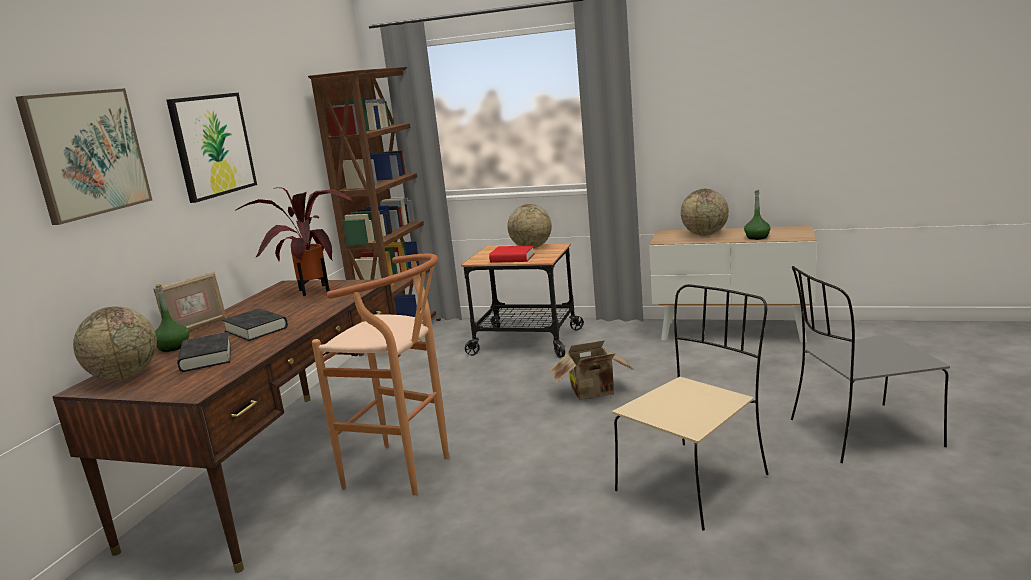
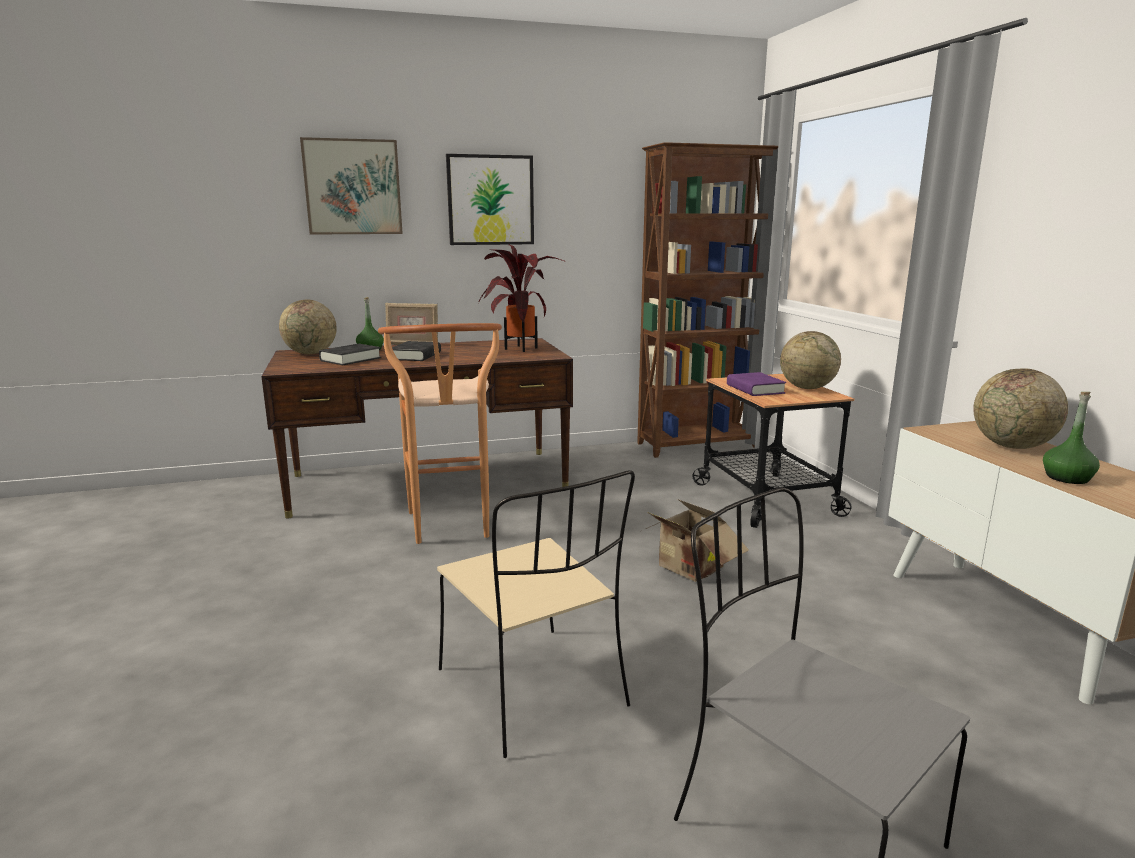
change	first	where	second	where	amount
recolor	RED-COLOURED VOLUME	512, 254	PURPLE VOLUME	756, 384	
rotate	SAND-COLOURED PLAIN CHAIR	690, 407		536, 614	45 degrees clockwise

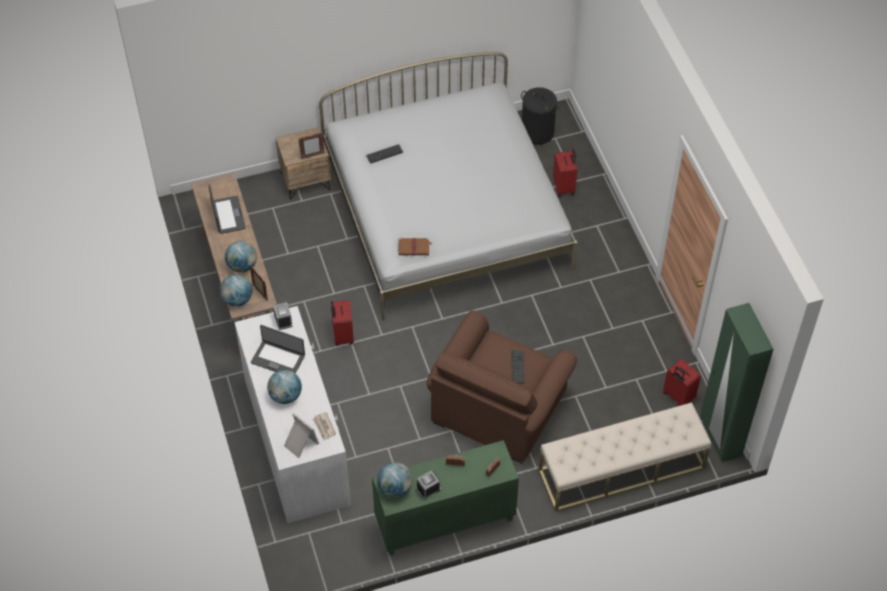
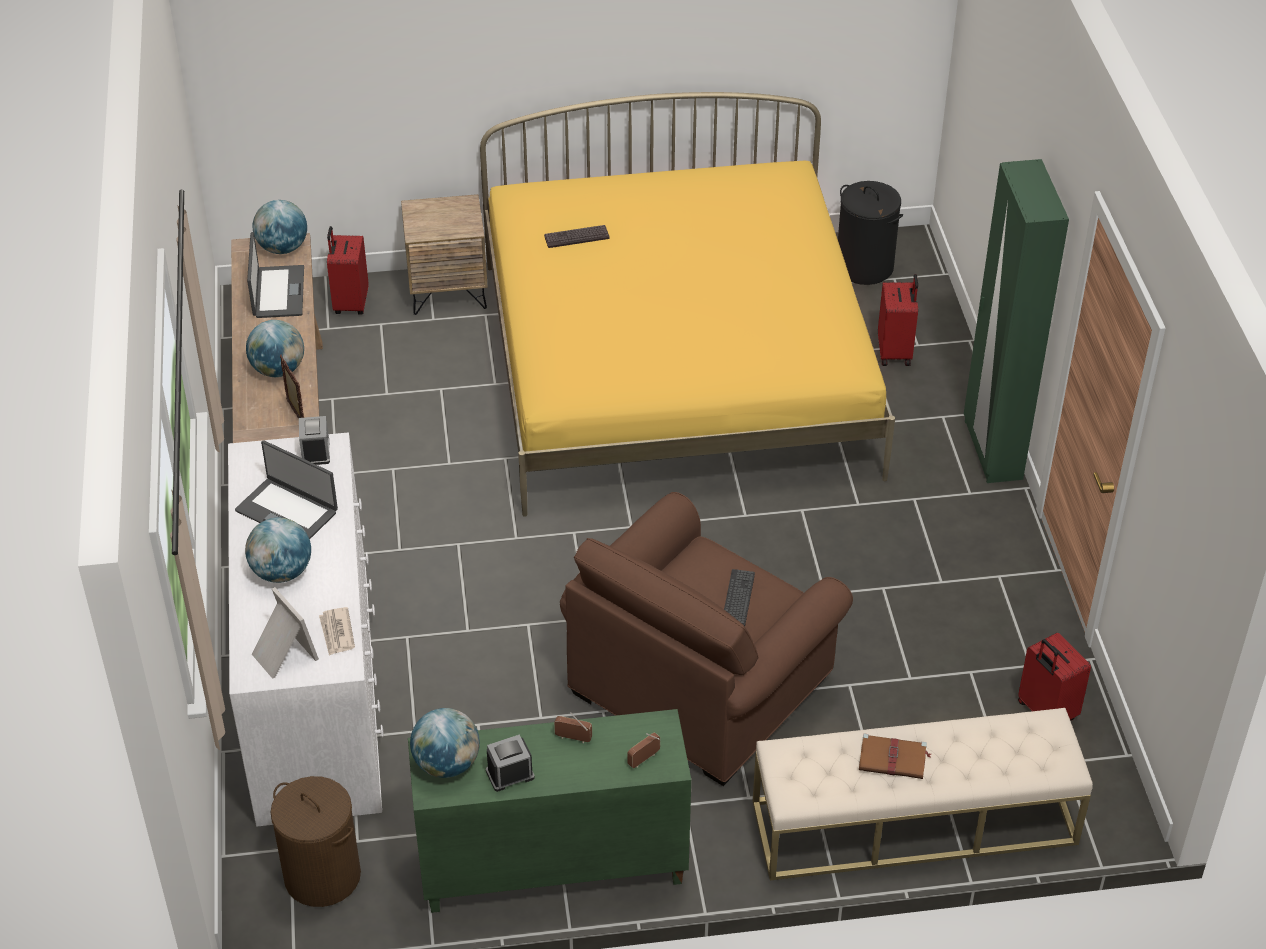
change	first	where	second	where	amount
move	DESK GLOBE	236, 290		280, 227	
delete	STANDING FRAME	311, 145			
recolor	WHITE-COLOURED BED	448, 186	YELLOW-COLOURED BED	687, 304	
move	RED-COLOURED PIECE OF LUGGAGE	342, 323		348, 270	
move	BROWN-COLOURED VOLUME	415, 247		895, 756	
move	GREENISH CLOTHES CUPBOARD	737, 382		1016, 321	
insert			BROWN-COLOURED LAUNDRY BASKET	315, 841	

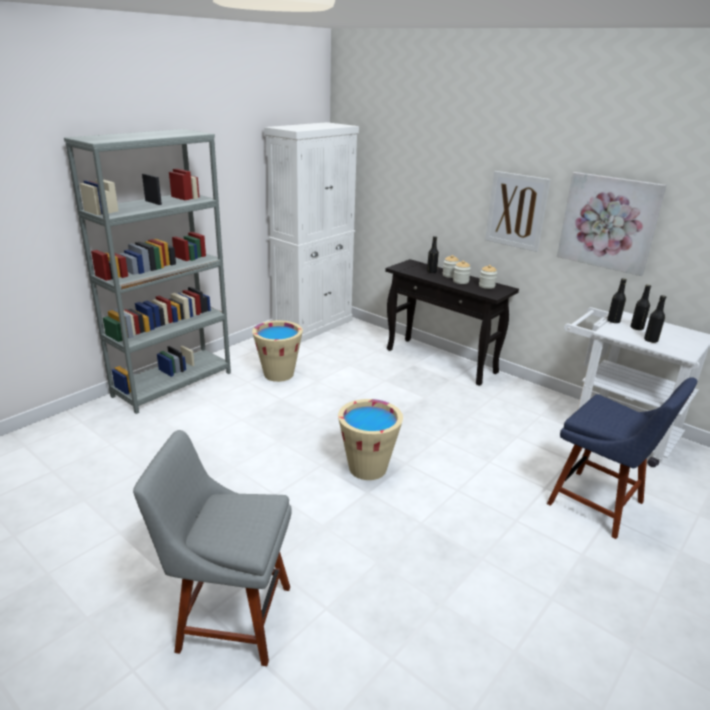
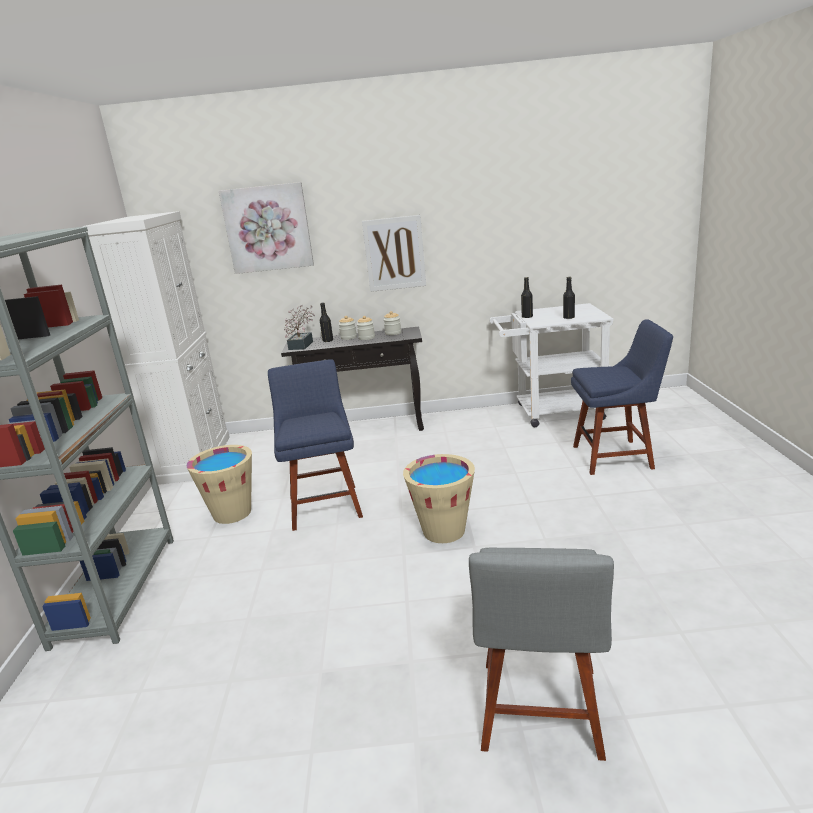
change	first	where	second	where	amount
rotate	GREYISH PLAIN CHAIR	212, 548		541, 654	45 degrees counterclockwise
move	WALL PICTURE	611, 224		266, 228	
delete	BLACKISH BOTTLE	640, 307			
insert			BLUE-COLOURED PLAIN CHAIR	315, 445	
insert			PLANT IN A POT	299, 327	

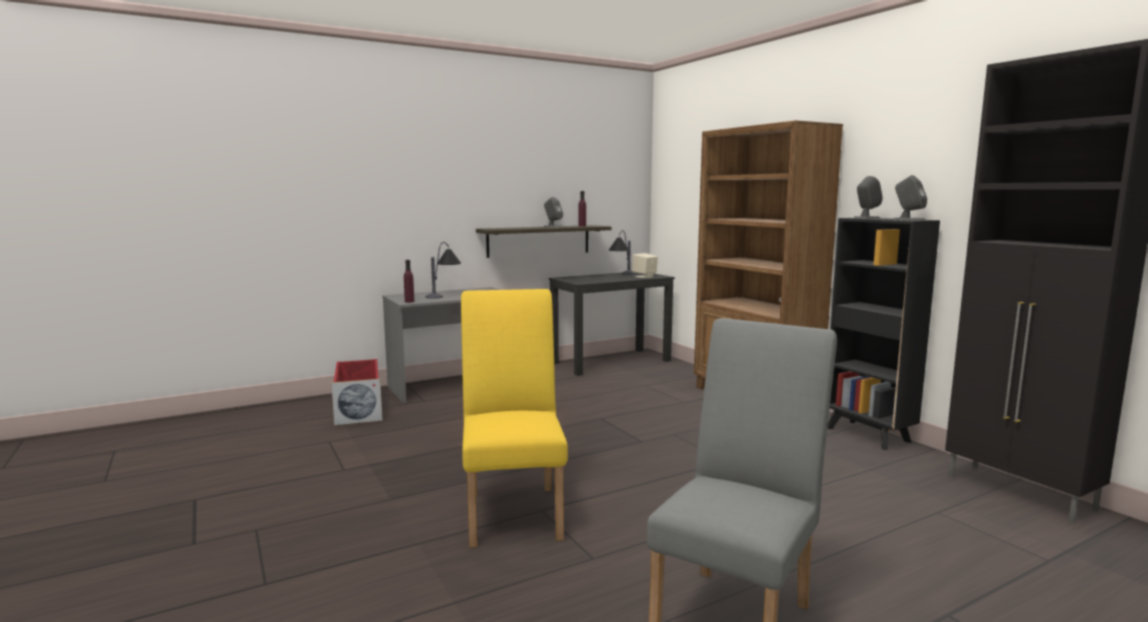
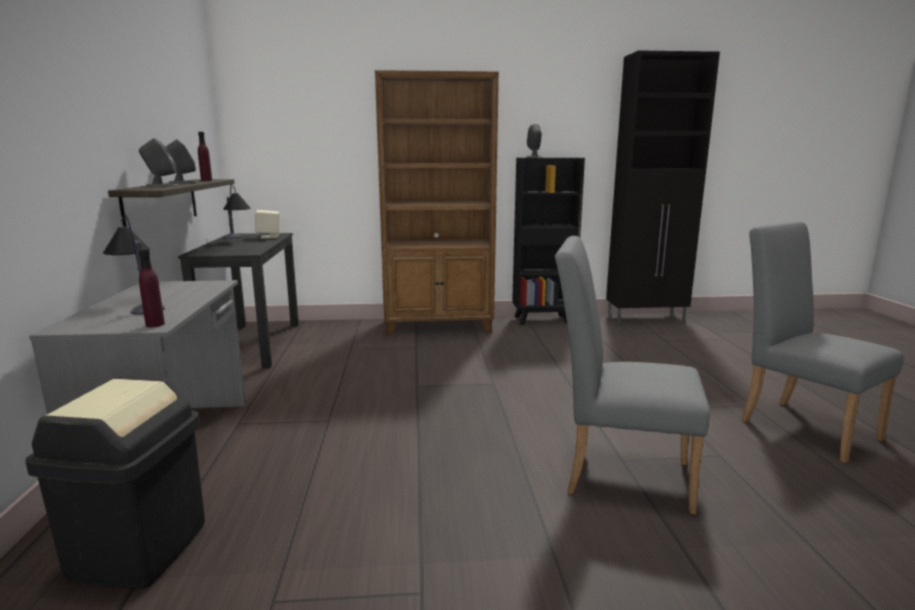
change	first	where	second	where	amount
replace	RED-COLOURED STORAGE CONTAINER	357, 392	BLACKISH WASTE BIN	115, 482	
recolor	YELLOW-COLOURED PLAIN CHAIR	514, 418	GREYISH PLAIN CHAIR	632, 375	
move	GREYISH LOUDSPEAKER	910, 197		159, 162	

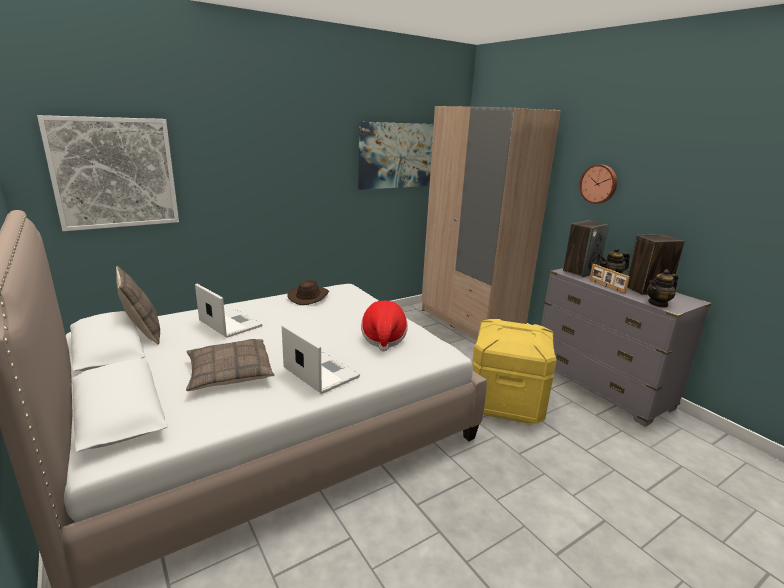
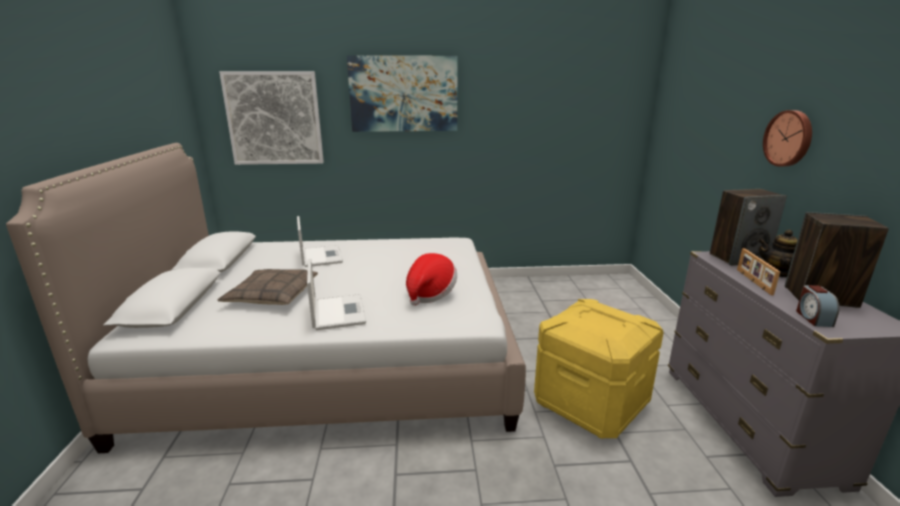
change	first	where	second	where	amount
delete	CUSHION	138, 305			
delete	BROWN-COLOURED HAT	308, 292			
move	WALL PICTURE	396, 156		402, 93	
delete	SAND-COLOURED CLOTHES CUPBOARD	491, 223			
replace	TEA POT	662, 288	TABLE CLOCK	818, 306	

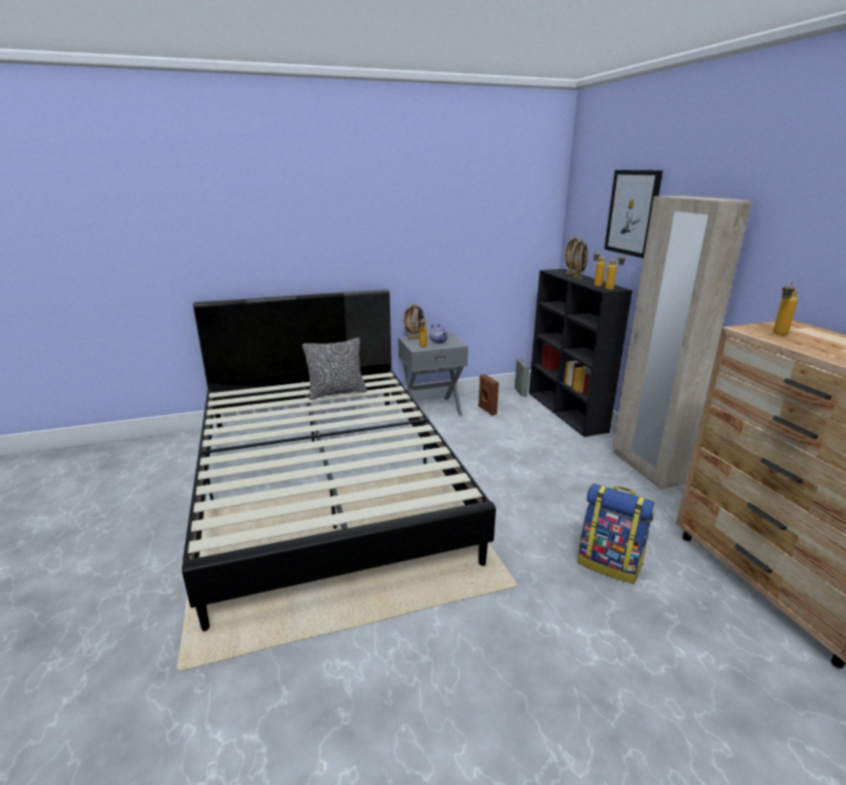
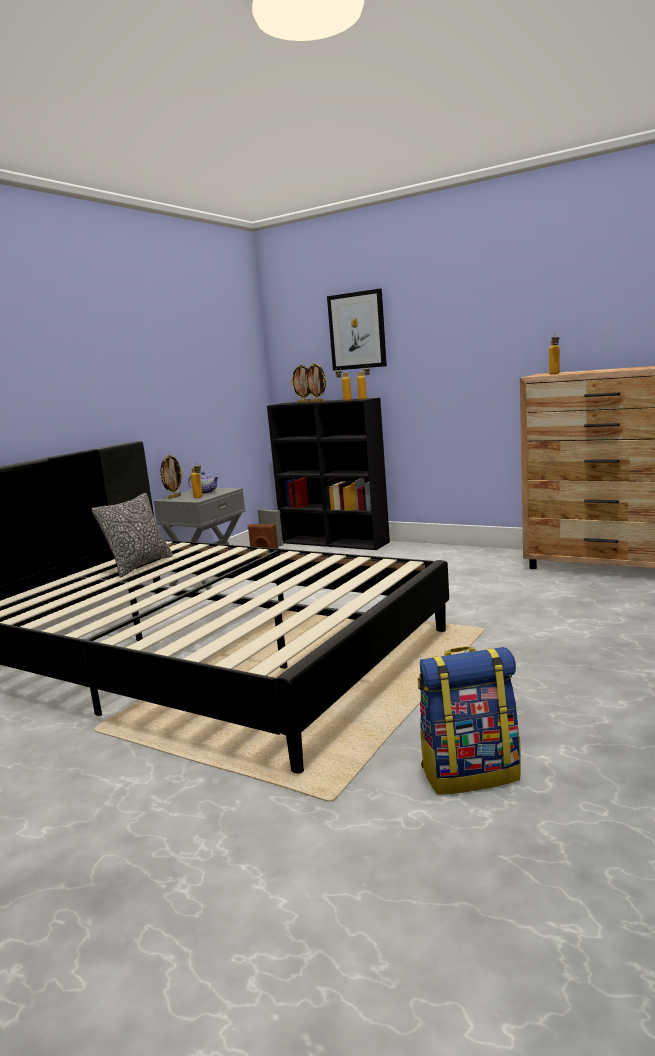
change	first	where	second	where	amount
move	RUCKSACK	615, 534		469, 721	
delete	SAND-COLOURED CLOTHES CUPBOARD	682, 343			

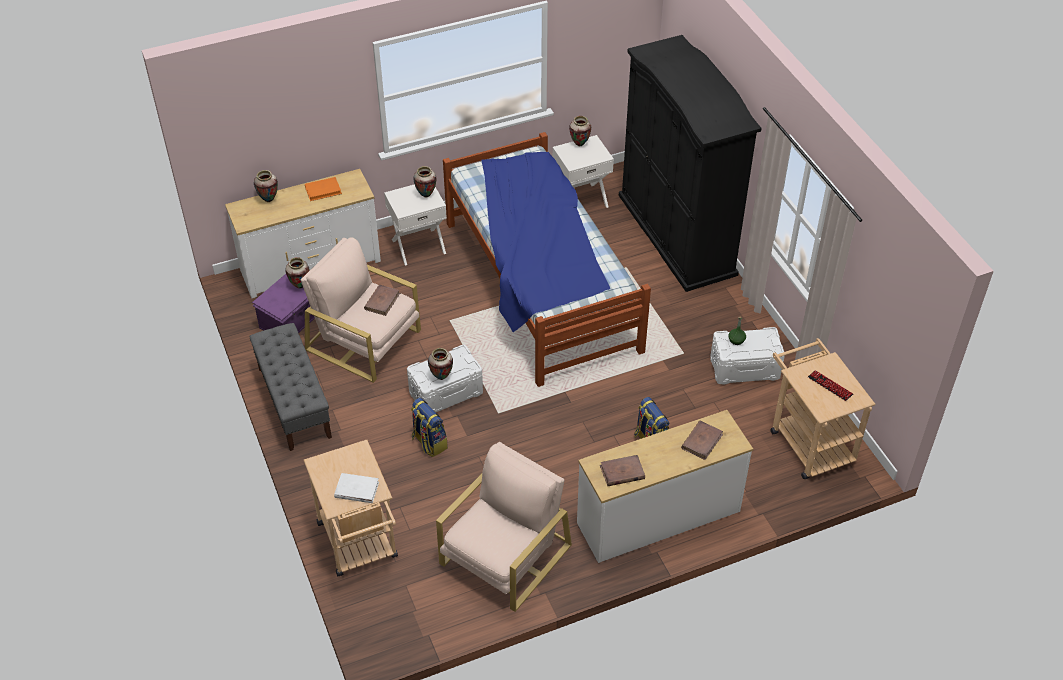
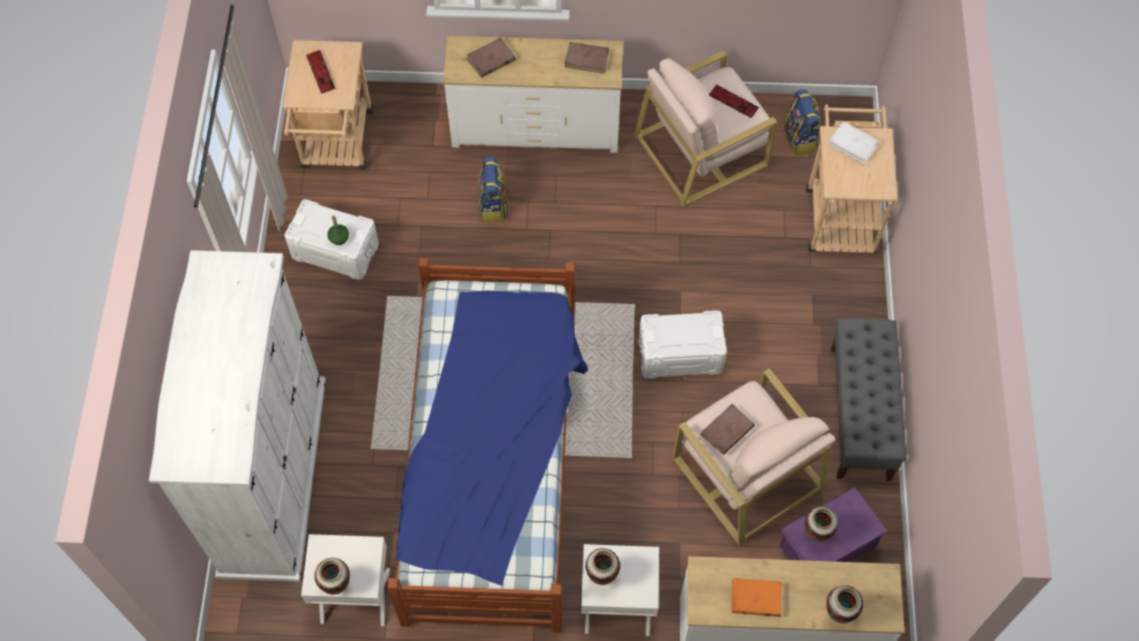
change	first	where	second	where	amount
move	RUCKSACK	429, 427		802, 122	
delete	FLOWER VASE	440, 364			
recolor	BLACKISH CLOTHES CUPBOARD	690, 163	WHITE-COLOURED CLOTHES CUPBOARD	237, 416	
insert			KEYBOARD	734, 101	

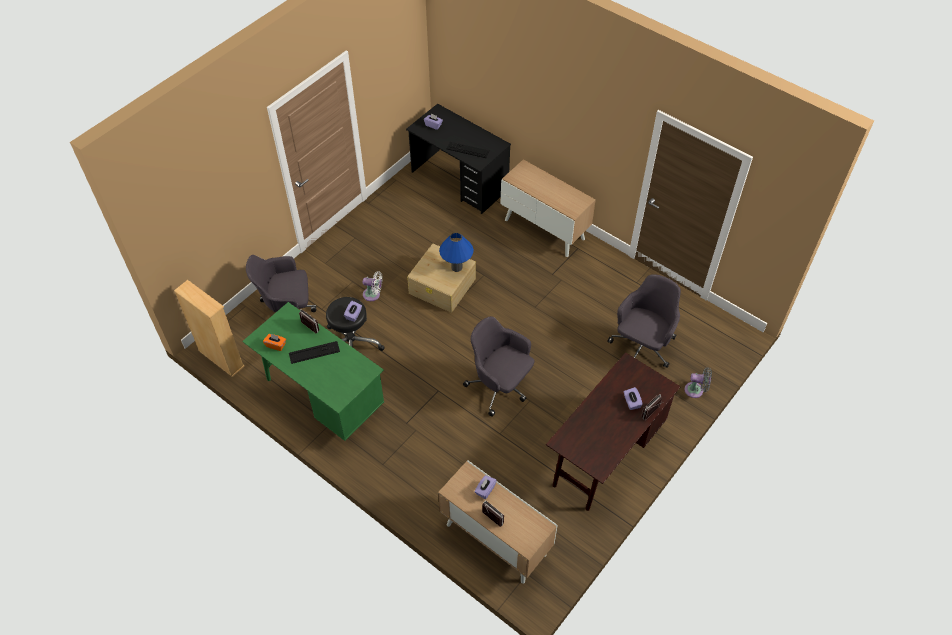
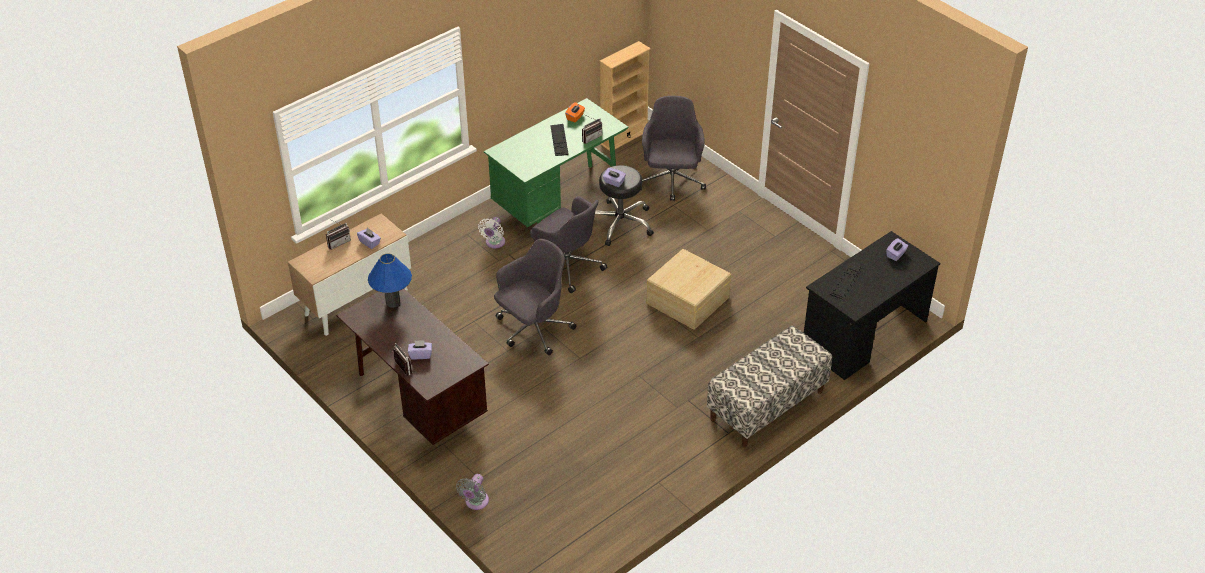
change	first	where	second	where	amount
move	WHITE-COLOURED FAN	373, 286		491, 232	
move	BLUE-COLOURED LAMP FOR A TABLE	456, 252		390, 280	
replace	CUPBOARD	548, 208	BENCH	769, 386	
move	GREYISH DESK CHAIR	644, 321		568, 244	

